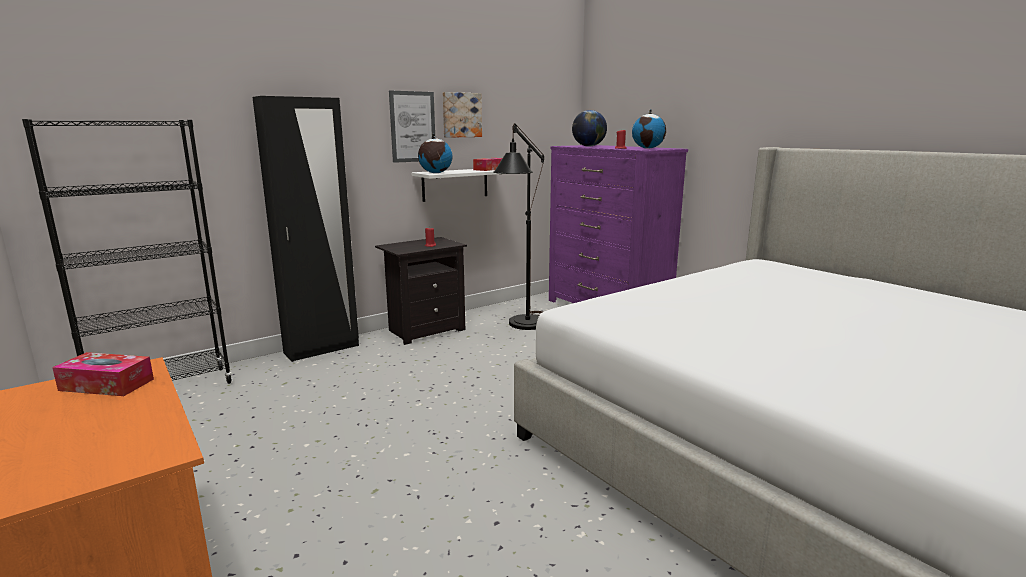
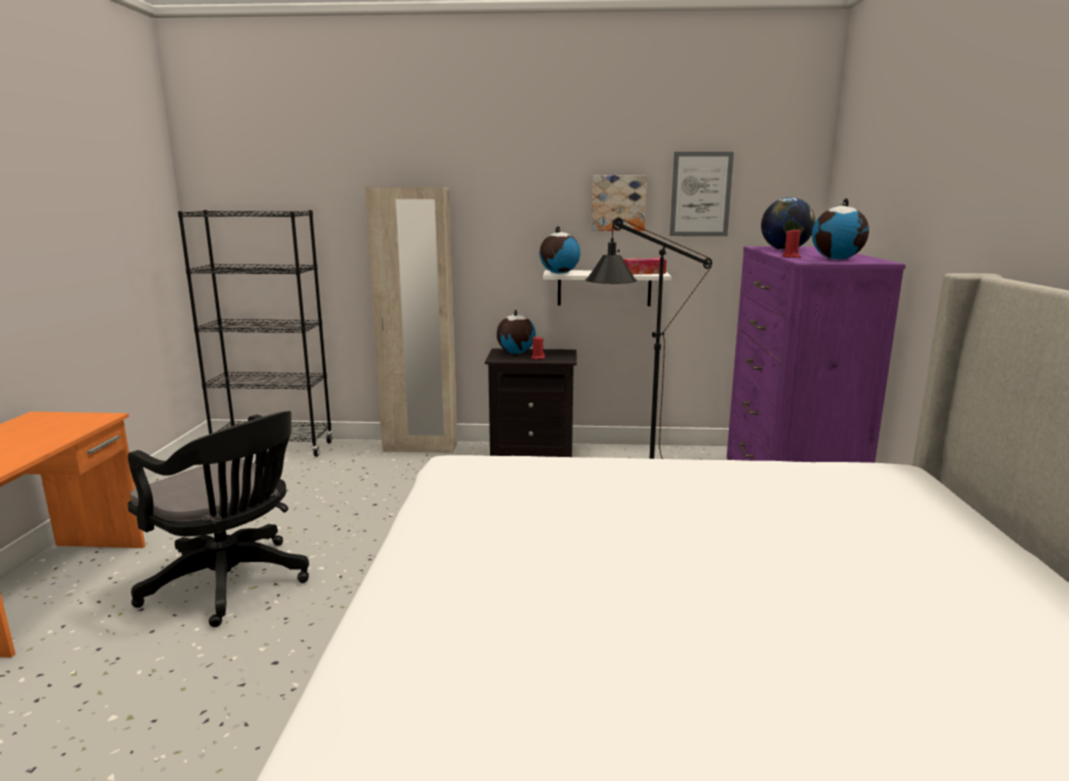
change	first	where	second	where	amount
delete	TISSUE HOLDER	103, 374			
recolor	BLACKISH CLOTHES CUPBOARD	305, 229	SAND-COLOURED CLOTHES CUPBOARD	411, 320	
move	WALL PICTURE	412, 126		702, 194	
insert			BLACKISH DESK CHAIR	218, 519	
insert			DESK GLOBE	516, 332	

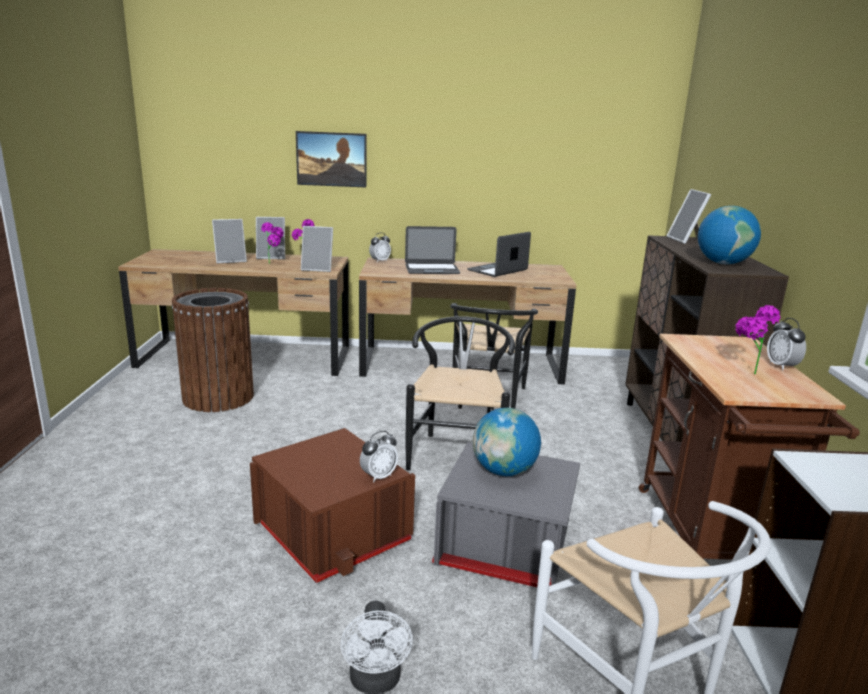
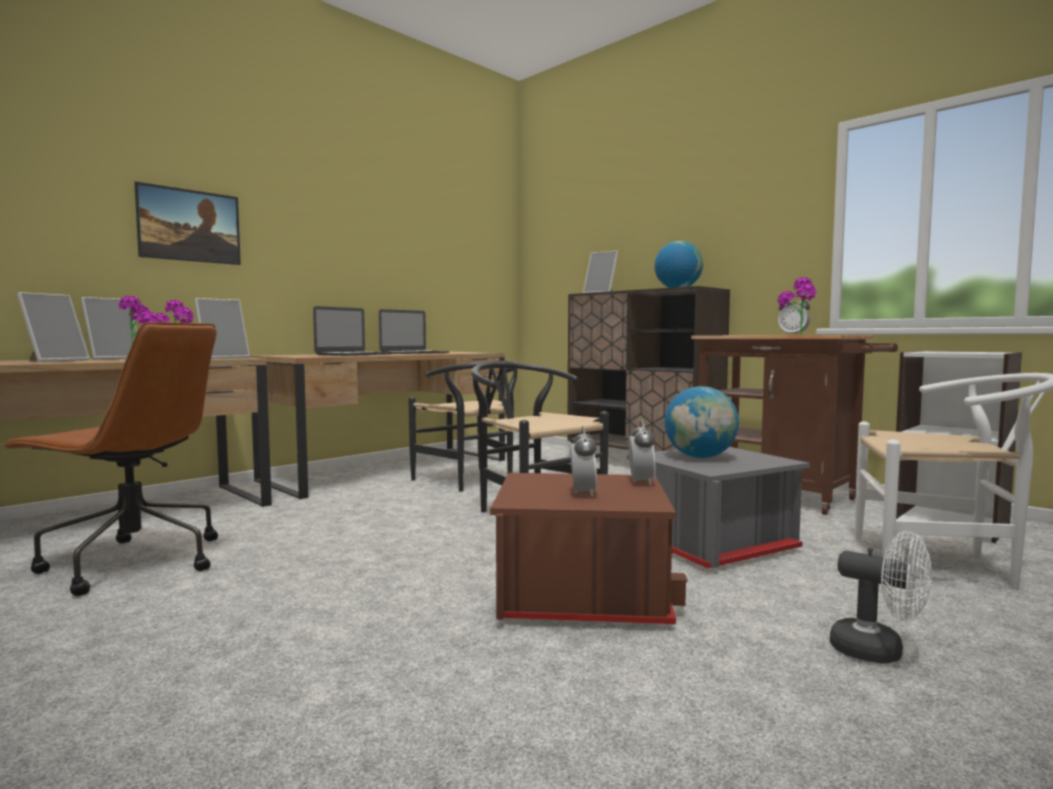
change	first	where	second	where	amount
replace	BROWN-COLOURED WASTE BIN	213, 350	BROWN-COLOURED DESK CHAIR	109, 459	
move	TABLE CLOCK	380, 248		583, 461	
rotate	NOTEBOOK COMPUTER	499, 254		414, 331	135 degrees counterclockwise

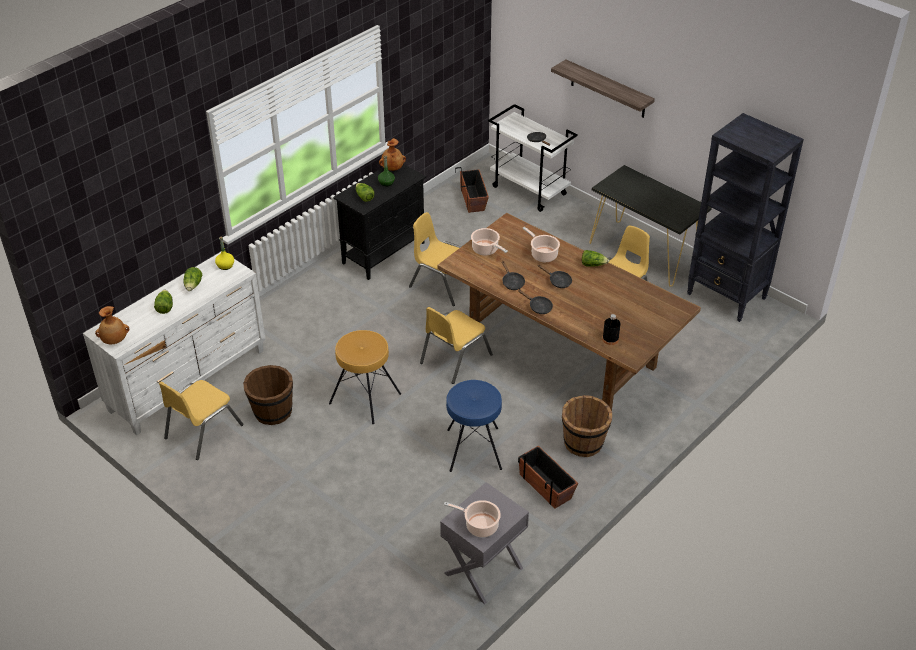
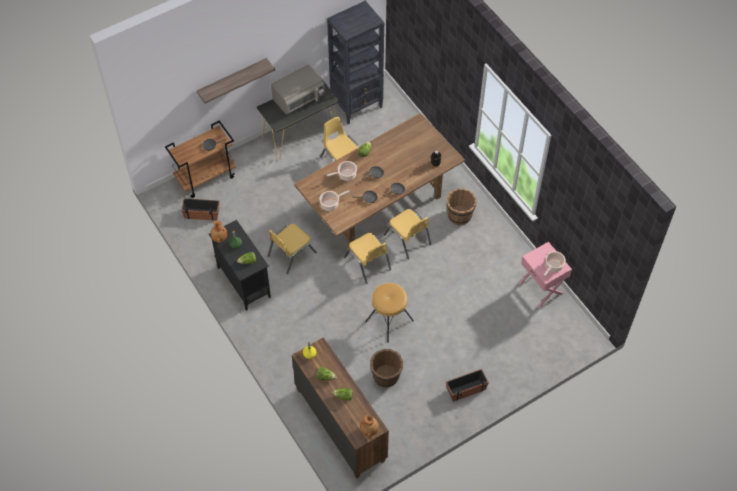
change	first	where	second	where	amount
recolor	WHITE-COLOURED DRAWER CHEST	174, 343	BROWN-COLOURED DRAWER CHEST	340, 408	
move	YELLOW-COLOURED PLAIN CHAIR	201, 420		407, 234	
recolor	GREYISH NIGHTSTAND	484, 543	PINKISH NIGHTSTAND	545, 275	
delete	BLUE-COLOURED STOOL SEAT	474, 426			
recolor	WHITE-COLOURED TROLLEY	533, 158	BROWN-COLOURED TROLLEY	200, 159	
move	FLOWER POT	548, 477		467, 385	
insert			GREYISH MICROWAVE OVEN	298, 89	

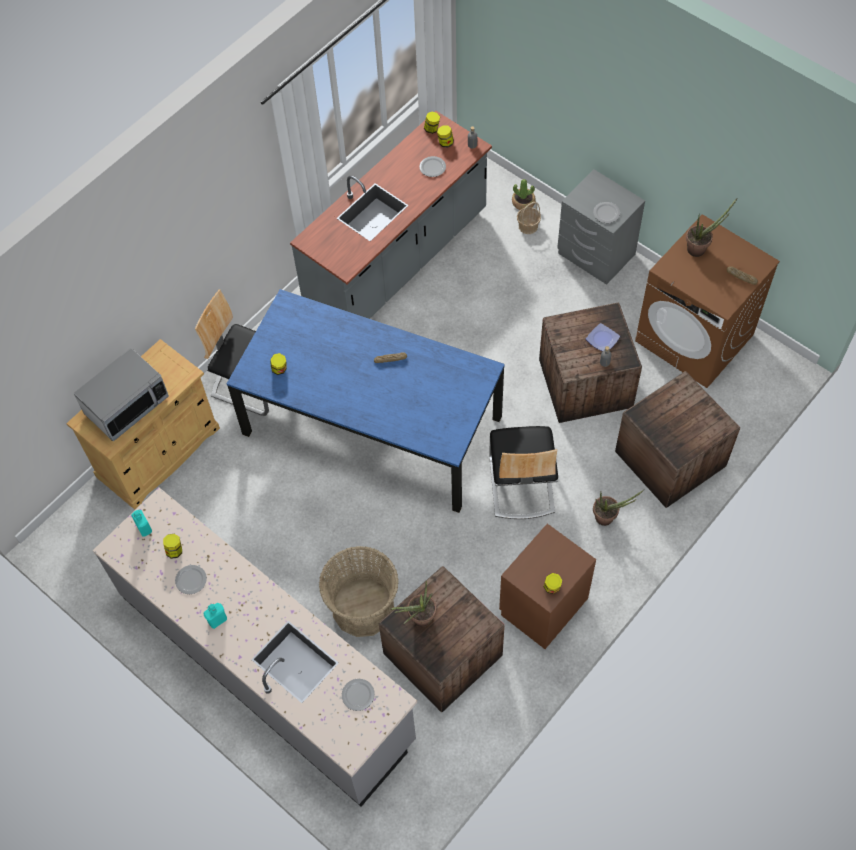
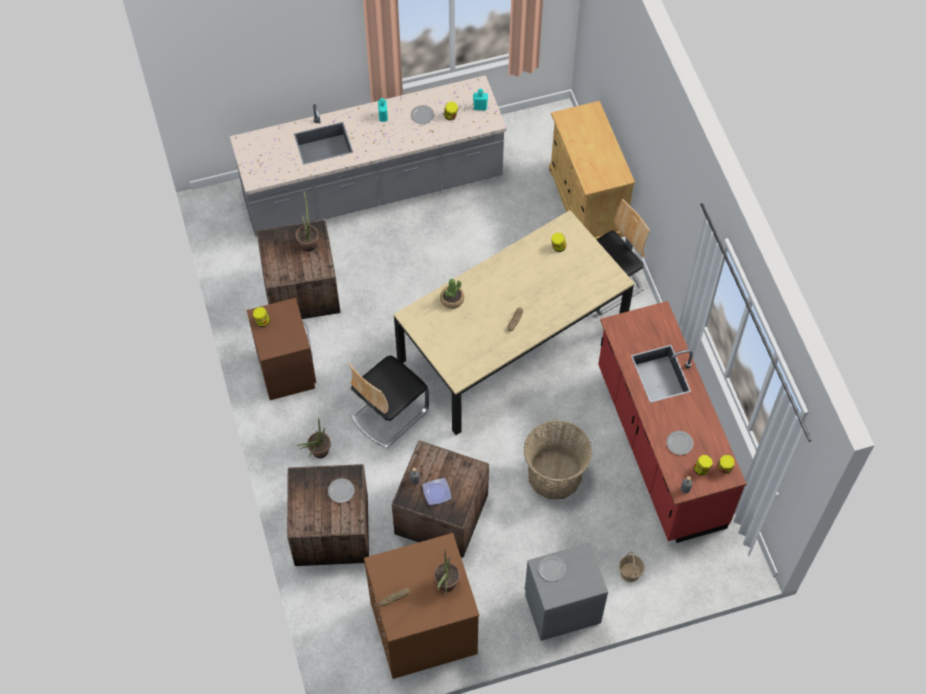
change	first	where	second	where	amount
delete	MICROWAVE OVEN	121, 394			
recolor	BLUE-COLOURED DINNER TABLE	366, 401	SAND-COLOURED DINNER TABLE	514, 322	
recolor	GREYISH COUNTER	391, 215	RED-COLOURED COUNTER	672, 422	
move	BASKET	359, 591		557, 459	
move	PLATE	358, 695		341, 490	
rotate	PLAIN CHAIR	523, 472		388, 402	75 degrees counterclockwise
move	PLANT IN A POT	524, 194		452, 294	

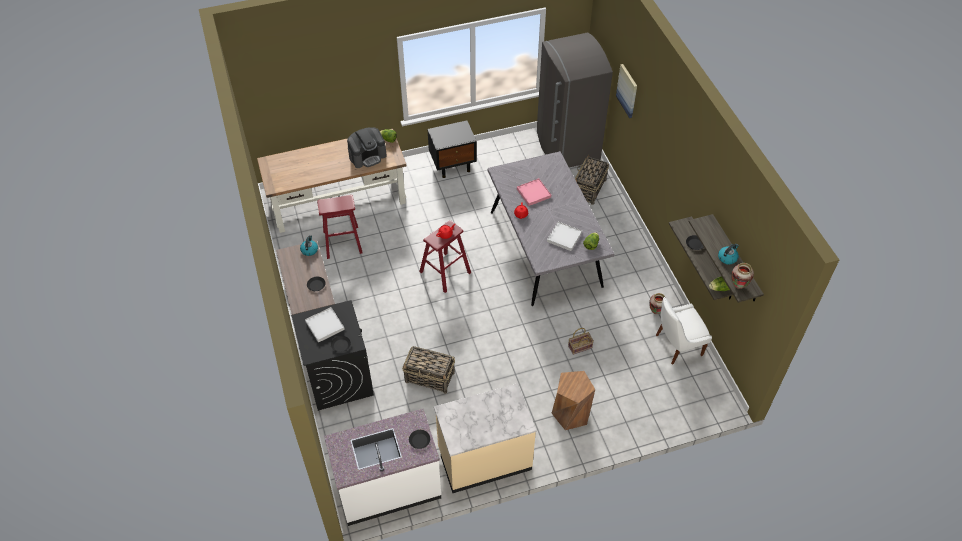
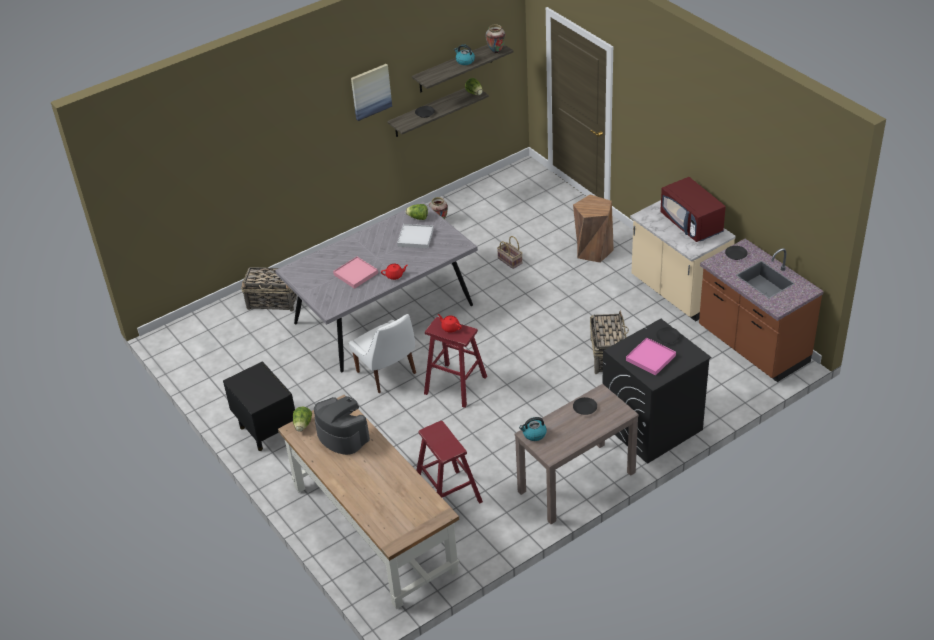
change	first	where	second	where	amount
recolor	WHITE-COLOURED SERVING TRAY	325, 324	PINKISH SERVING TRAY	651, 356	
recolor	WHITE-COLOURED COUNTER	382, 467	BROWN-COLOURED COUNTER	761, 310	
delete	GREYISH KITCHEN FRIDGE	575, 100			
move	WALL PICTURE	626, 91		371, 92	
move	WHITE-COLOURED PLAIN CHAIR	684, 331		382, 353	
insert			RED-COLOURED MICROWAVE OVEN	693, 209	

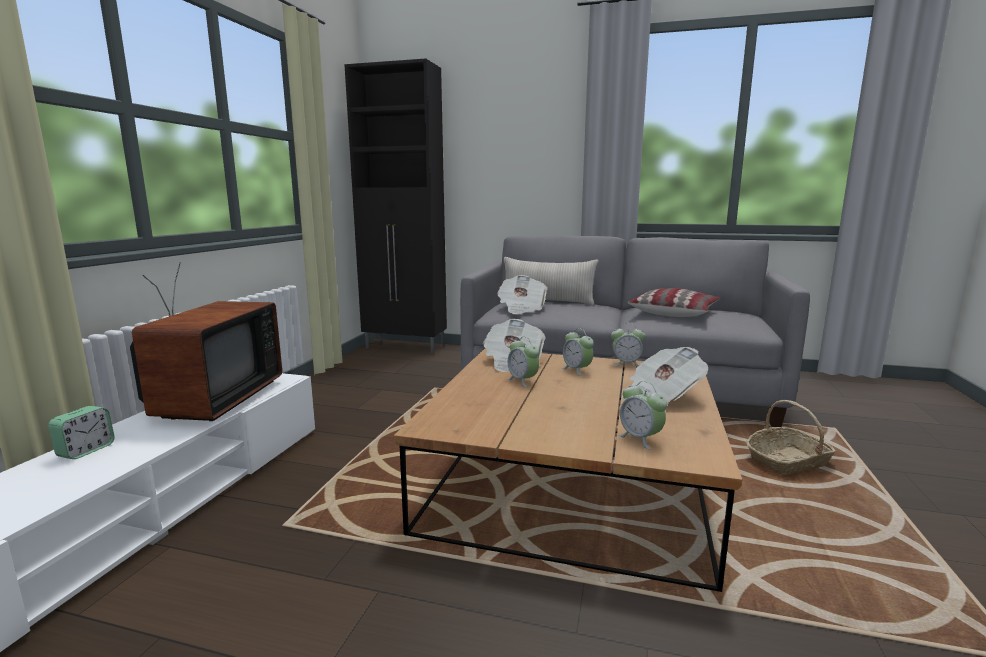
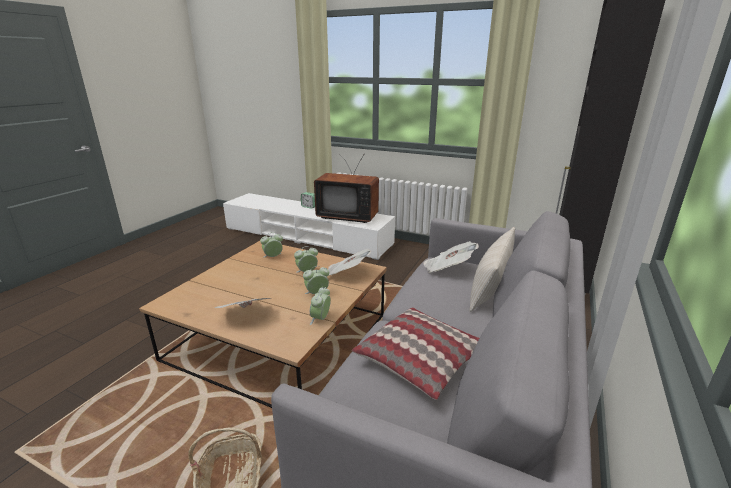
change	first	where	second	where	amount
move	TABLE CLOCK	642, 415		271, 244	

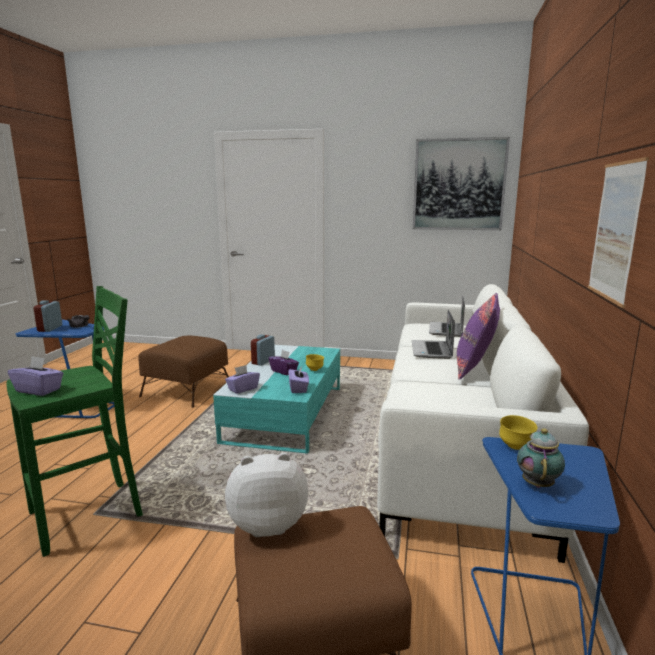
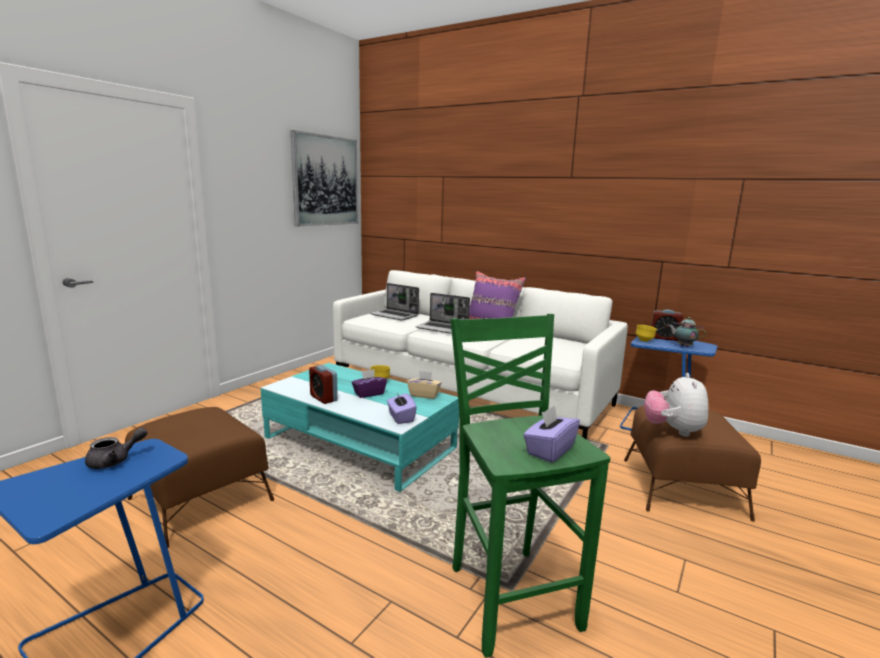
change	first	where	second	where	amount
move	TABLE CLOCK	47, 316		667, 325	
recolor	PURPLE TISSUE HOLDER	298, 379	SAND-COLOURED TISSUE HOLDER	424, 385	
delete	WALL PICTURE	618, 232			

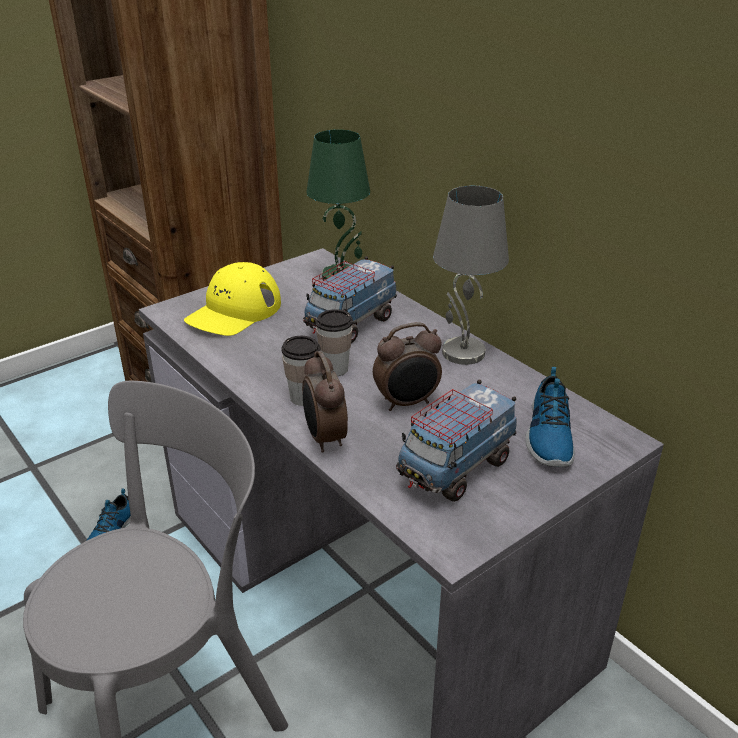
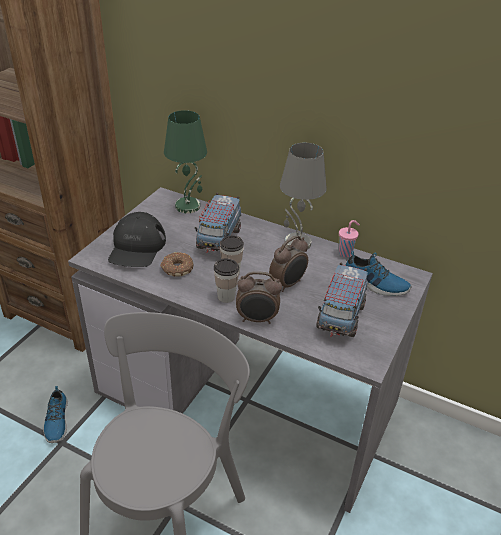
change	first	where	second	where	amount
recolor	YELLOW-COLOURED PEAKED CAP	232, 299	BLACKISH PEAKED CAP	137, 239	
rotate	TABLE CLOCK	325, 402		259, 297	45 degrees counterclockwise
rotate	SHOE	550, 417		378, 273	45 degrees counterclockwise
insert			DOUGHNUT	176, 264	
insert			PINKISH SMALL CUP	349, 238	

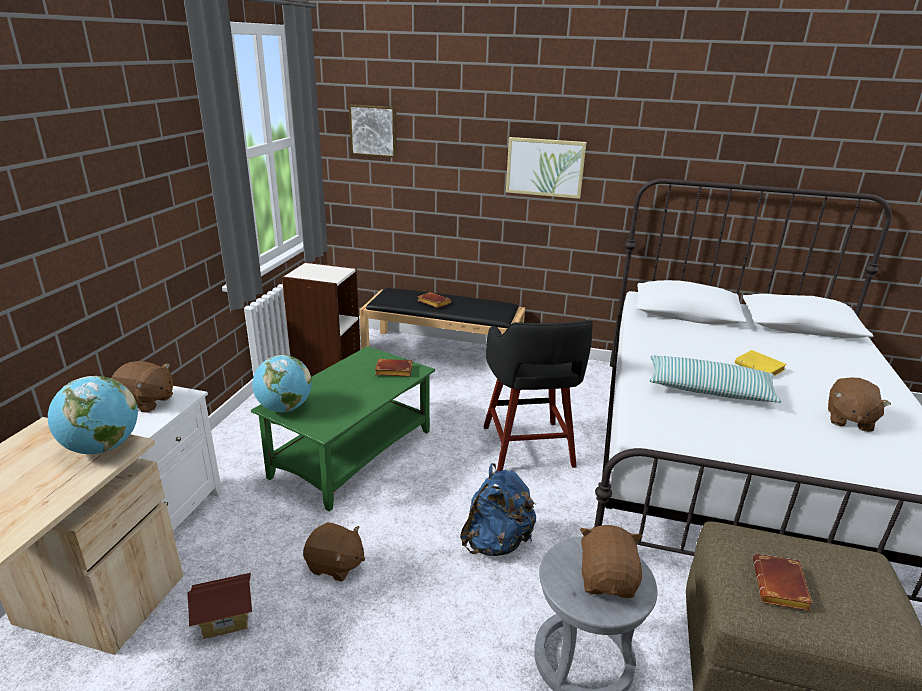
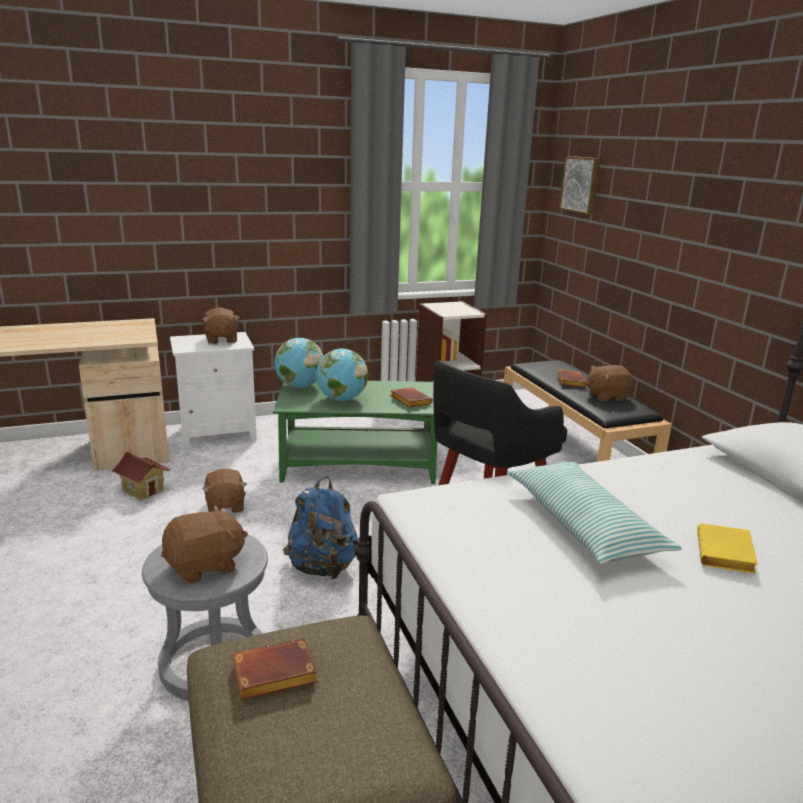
change	first	where	second	where	amount
move	DESK GLOBE	93, 415		342, 375	
delete	WALL PICTURE	546, 168			
move	BROWN-COLOURED PLUSH TOY	859, 405		609, 383	

